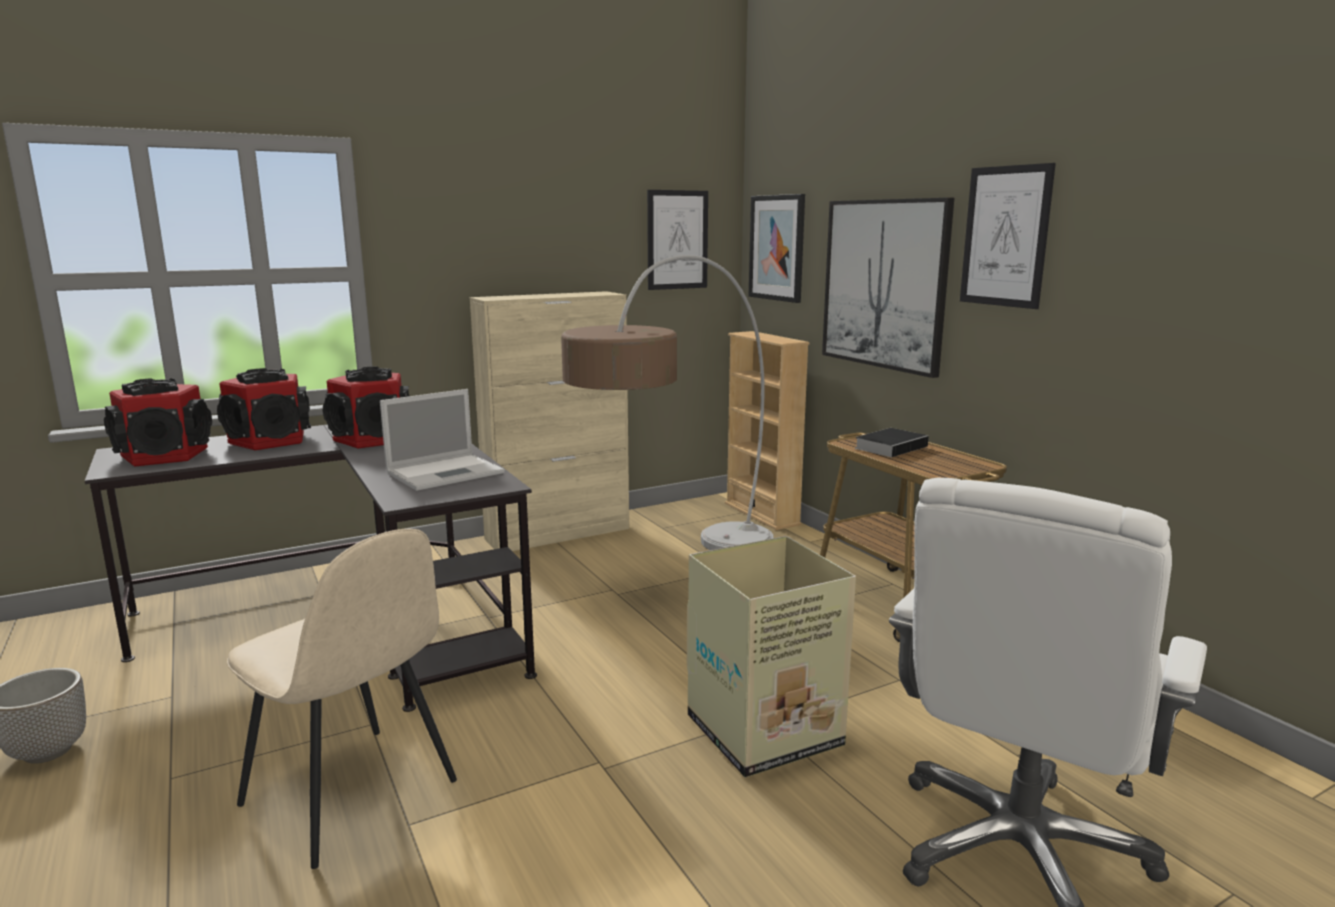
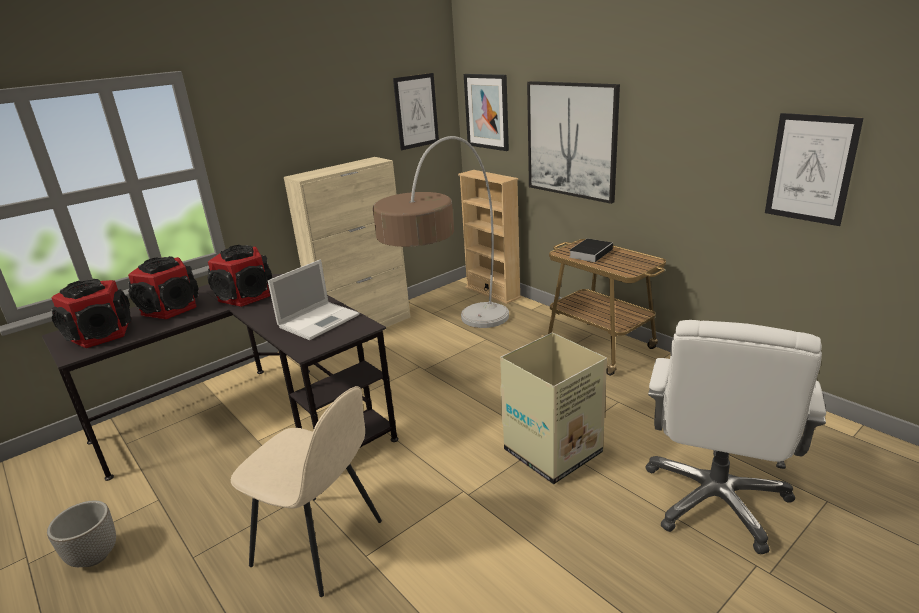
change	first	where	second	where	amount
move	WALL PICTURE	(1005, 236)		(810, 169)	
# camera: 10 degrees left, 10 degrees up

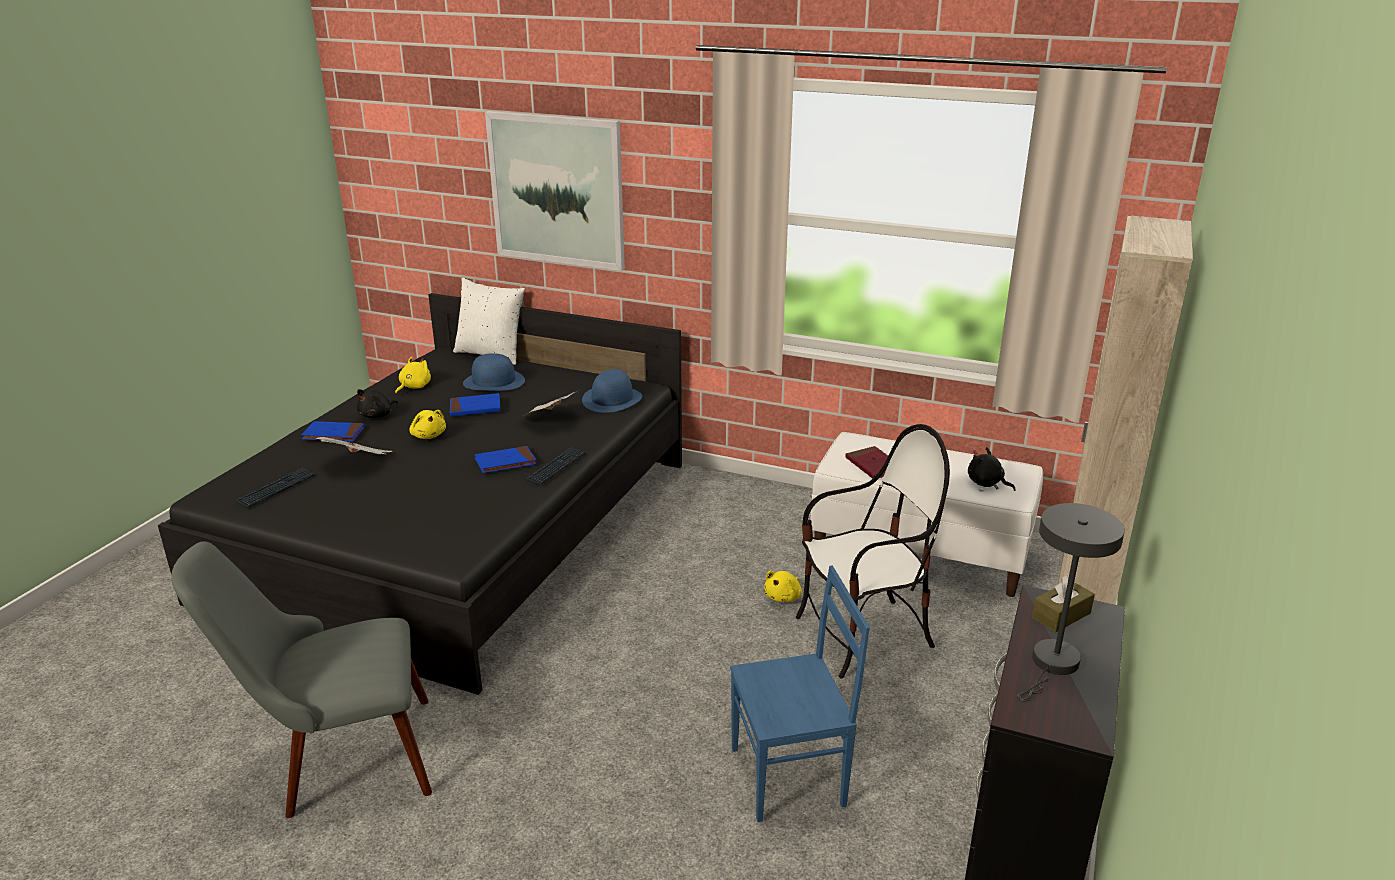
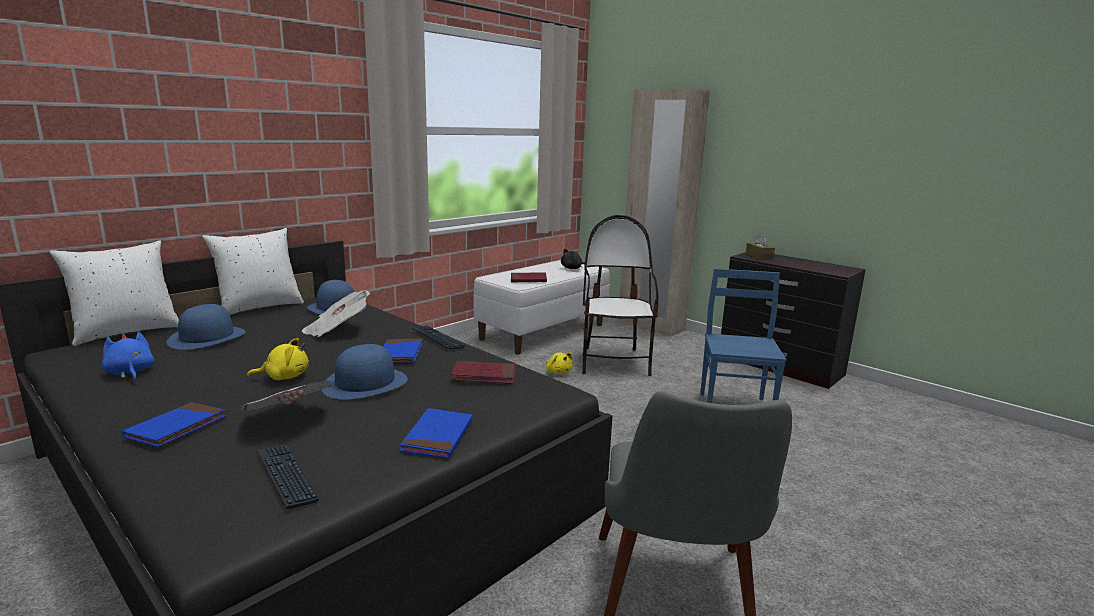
change	first	where	second	where	amount
delete	BLACKISH PLUSH TOY	(377, 415)			
delete	WALL PICTURE	(557, 190)			
delete	GRAY TABLETOP LAMP	(1052, 665)			
insert			WHITE-COLOURED THROW PILLOW	(259, 307)	
insert			BLUE-COLOURED WEARABLE HAT	(365, 383)	
insert			REDDISH BOUND BOOK	(484, 376)	
move	BLUE-COLOURED BOUND BOOK	(475, 408)		(438, 436)	
recolor	YELLOW PLUSH TOY	(414, 387)	BLUE-COLOURED PLUSH TOY	(130, 372)	
# camera: 70 degrees left, 10 degrees down

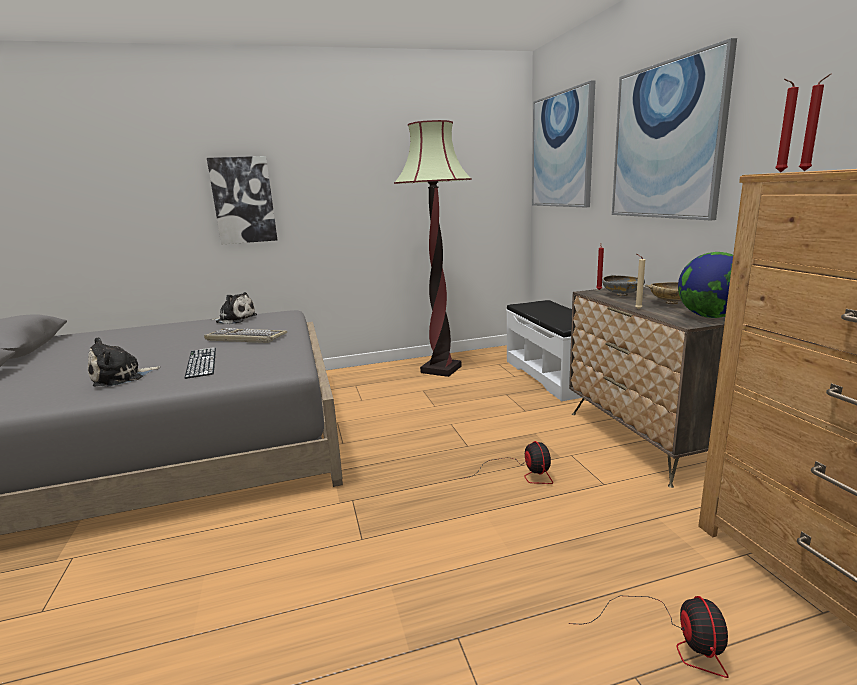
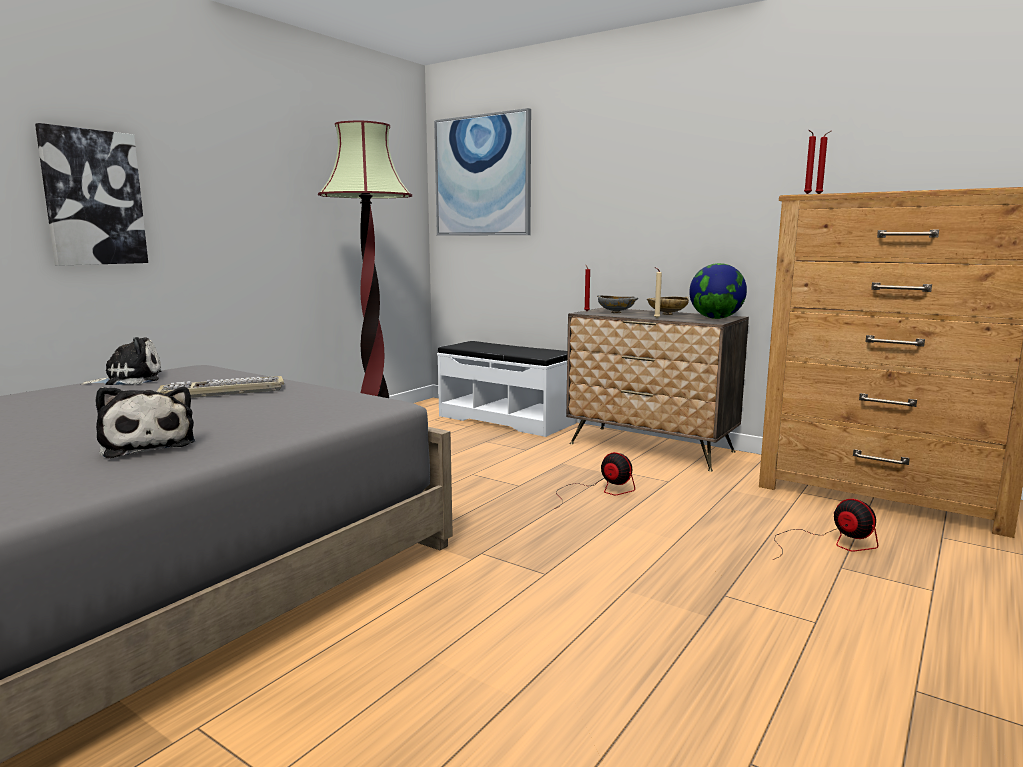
change	first	where	second	where	amount
delete	COMPUTER KEYBOARD	(201, 362)			
delete	WALL PICTURE	(666, 141)			
rotate	PLUSH TOY	(121, 377)		(147, 445)	45 degrees counterclockwise
# camera: 40 degrees left, 5 degrees down

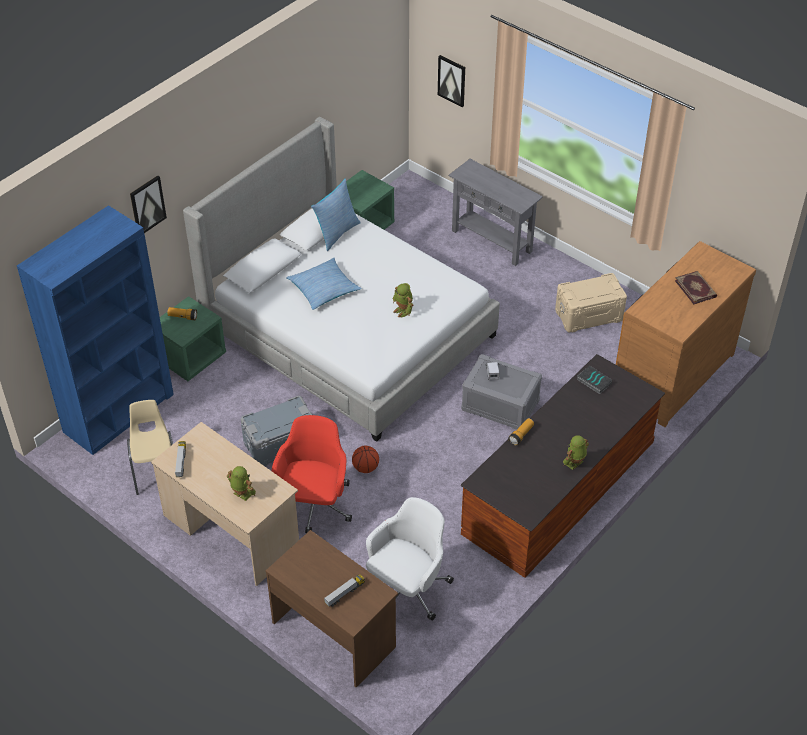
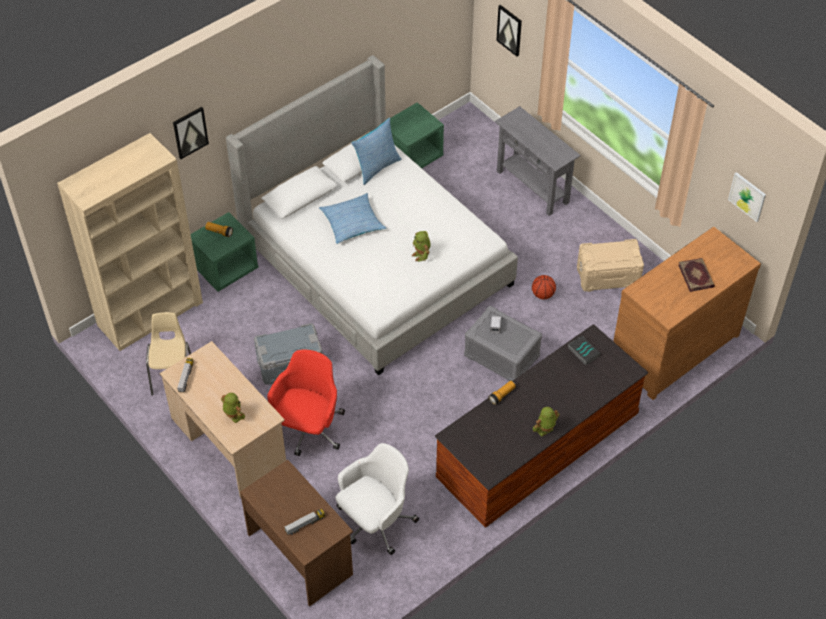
change	first	where	second	where	amount
insert			WALL PICTURE	(747, 196)	
move	BALL FOR BASKETBALL	(365, 468)		(543, 294)	
recolor	BLUE-COLOURED SHELVING UNIT	(119, 413)	BEIGE-COLOURED SHELVING UNIT	(150, 313)	
# camera: 10 degrees right, 5 degrees up

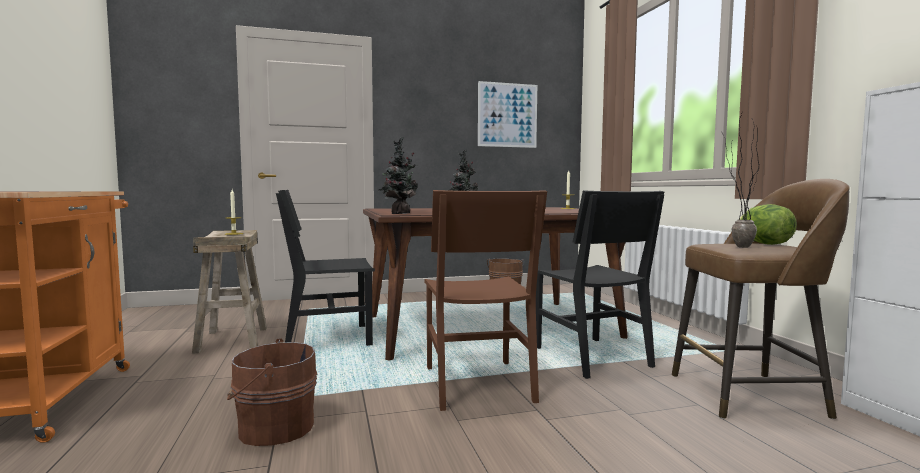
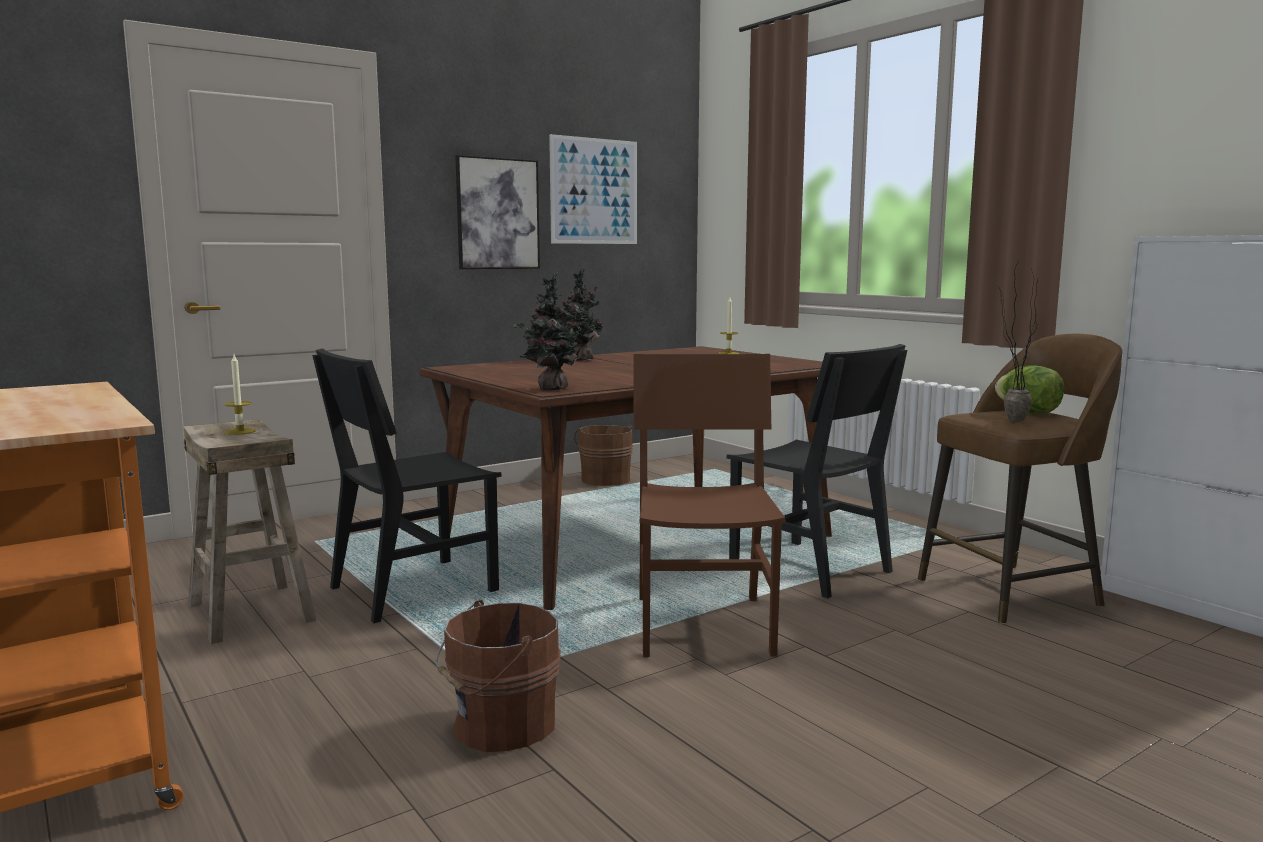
change	first	where	second	where	amount
insert			WALL PICTURE	(498, 214)	
rotate	BROWN-COLOURED CHAIR	(477, 384)		(703, 625)	150 degrees counterclockwise
# camera: 20 degrees left, 5 degrees up

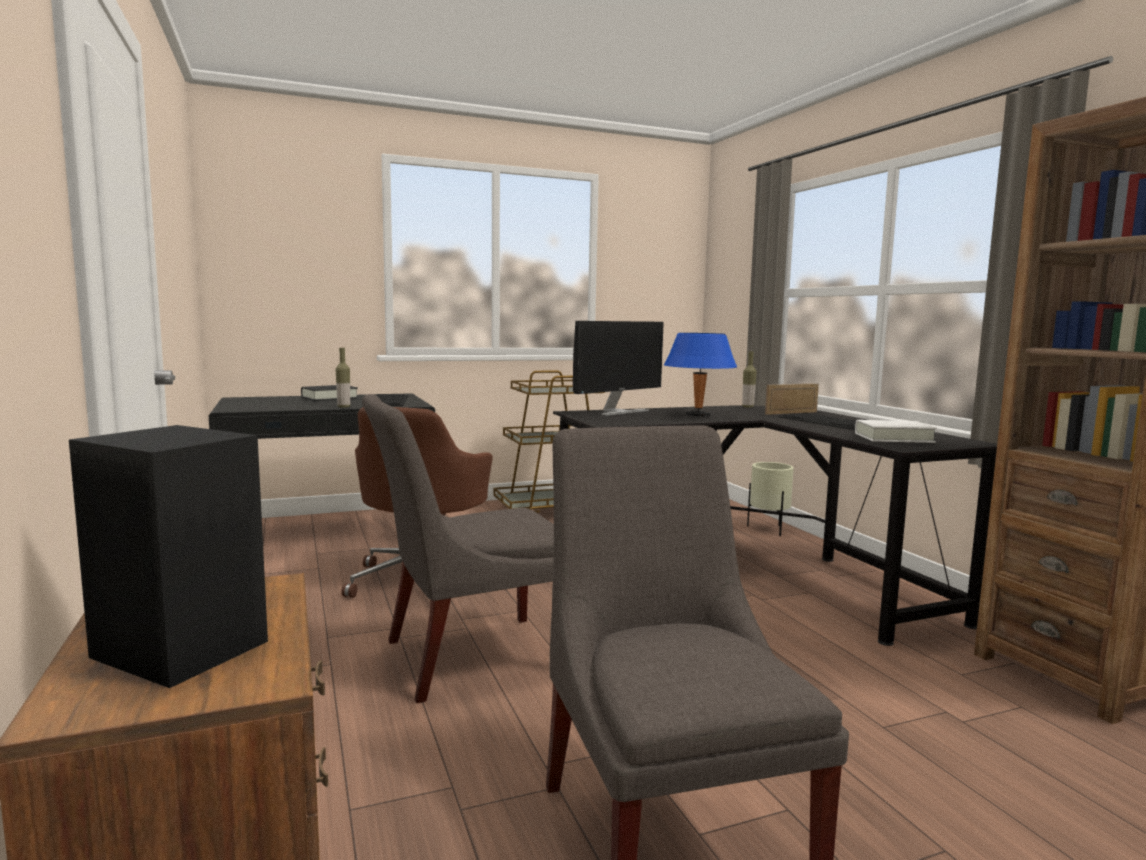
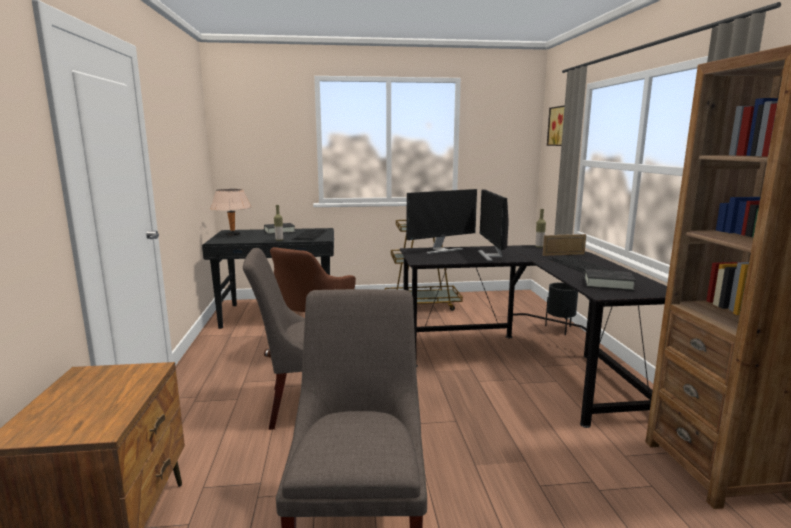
change	first	where	second	where	amount
delete	BLACKISH AUDIO SPEAKER	(183, 650)			
insert			BEIGE-COLOURED TABLETOP LAMP	(232, 234)	
insert			WALL PICTURE	(559, 126)	
replace	BLUE-COLOURED TABLETOP LAMP	(698, 416)	COMPUTER SCREEN	(491, 255)	
recolor	BEIGE-COLOURED FLOWER POT	(769, 530)	BLACKISH FLOWER POT	(560, 329)	
recolor	WHITE-COLOURED BOUND BOOK	(893, 438)	BLACKISH BOUND BOOK	(608, 284)	
# camera: 15 degrees right, 5 degrees up

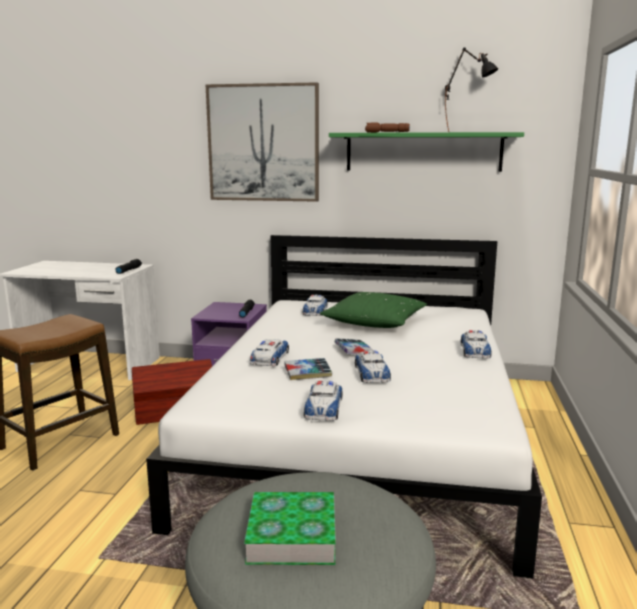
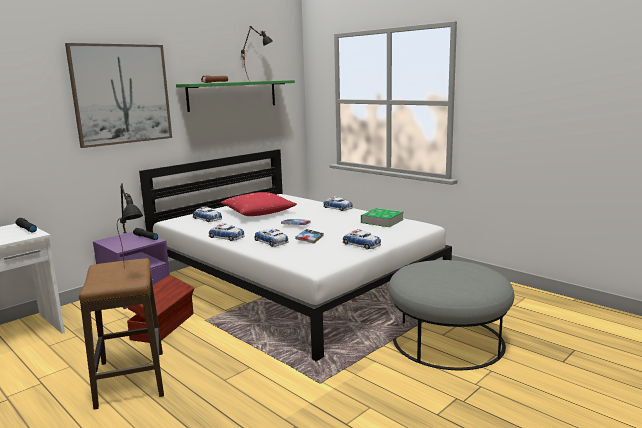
change	first	where	second	where	amount
insert			BLACKISH TABLETOP LAMP	(135, 272)	
move	BOUND BOOK	(292, 535)		(382, 221)	
move	TOY CAR	(372, 373)		(226, 237)	
recolor	GREEN-COLOURED THROW PILLOW	(375, 322)	REDDISH THROW PILLOW	(258, 213)	
# camera: 55 degrees left, 0 degrees up

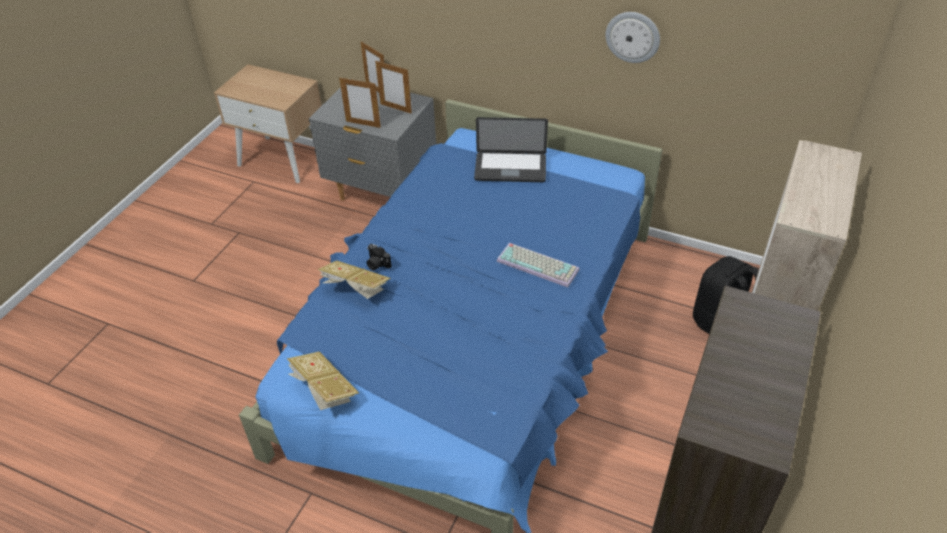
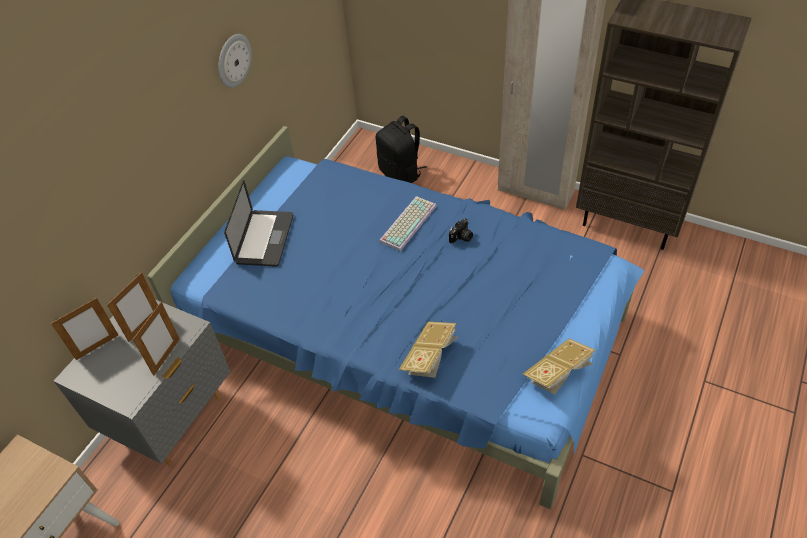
change	first	where	second	where	amount
move	PHOTO CAMERA	(377, 264)		(461, 238)	
# camera: 85 degrees left, 5 degrees up

